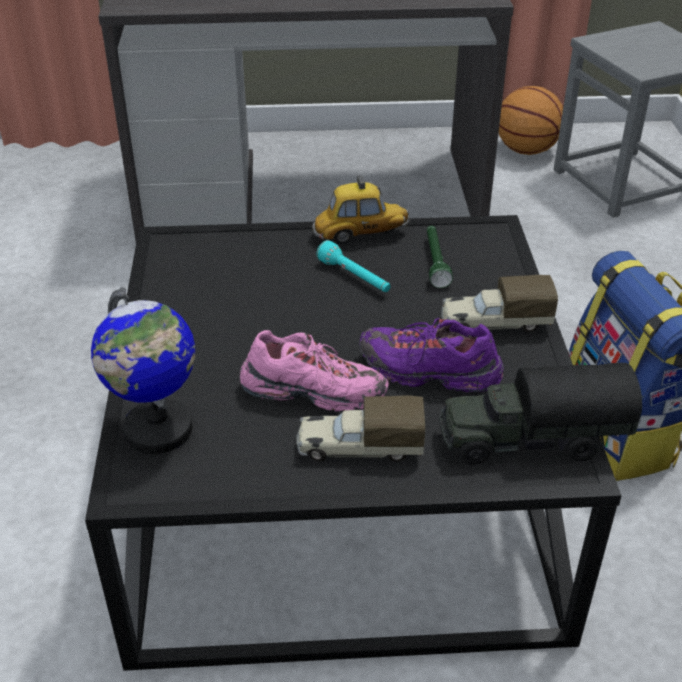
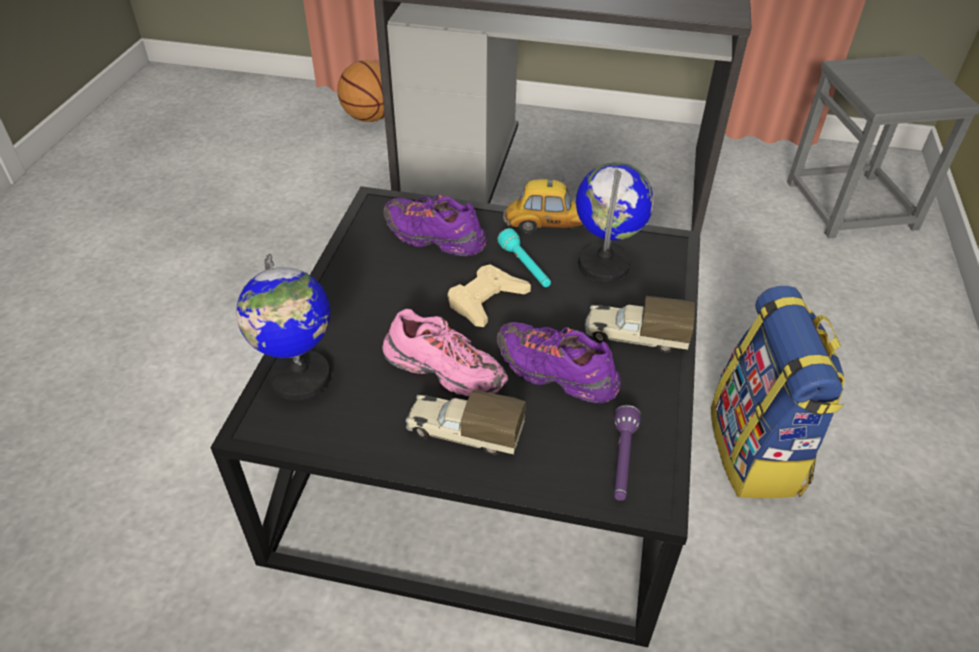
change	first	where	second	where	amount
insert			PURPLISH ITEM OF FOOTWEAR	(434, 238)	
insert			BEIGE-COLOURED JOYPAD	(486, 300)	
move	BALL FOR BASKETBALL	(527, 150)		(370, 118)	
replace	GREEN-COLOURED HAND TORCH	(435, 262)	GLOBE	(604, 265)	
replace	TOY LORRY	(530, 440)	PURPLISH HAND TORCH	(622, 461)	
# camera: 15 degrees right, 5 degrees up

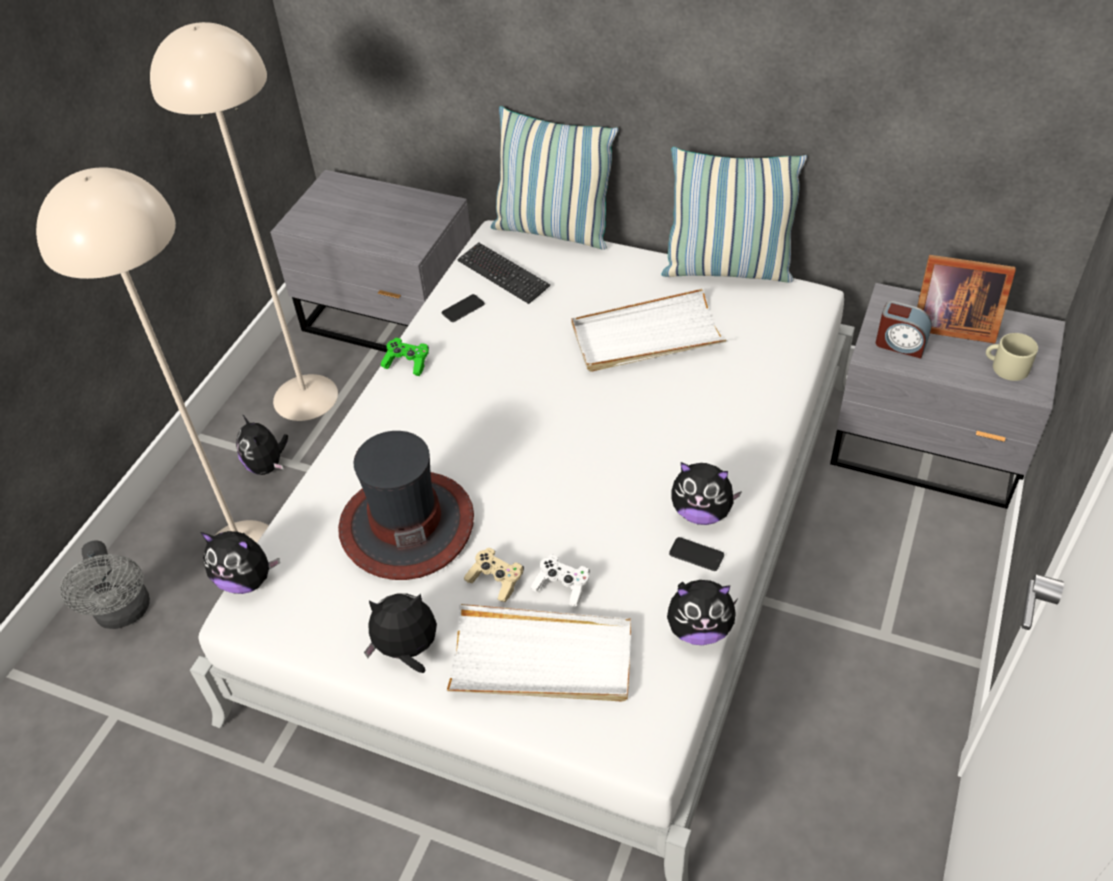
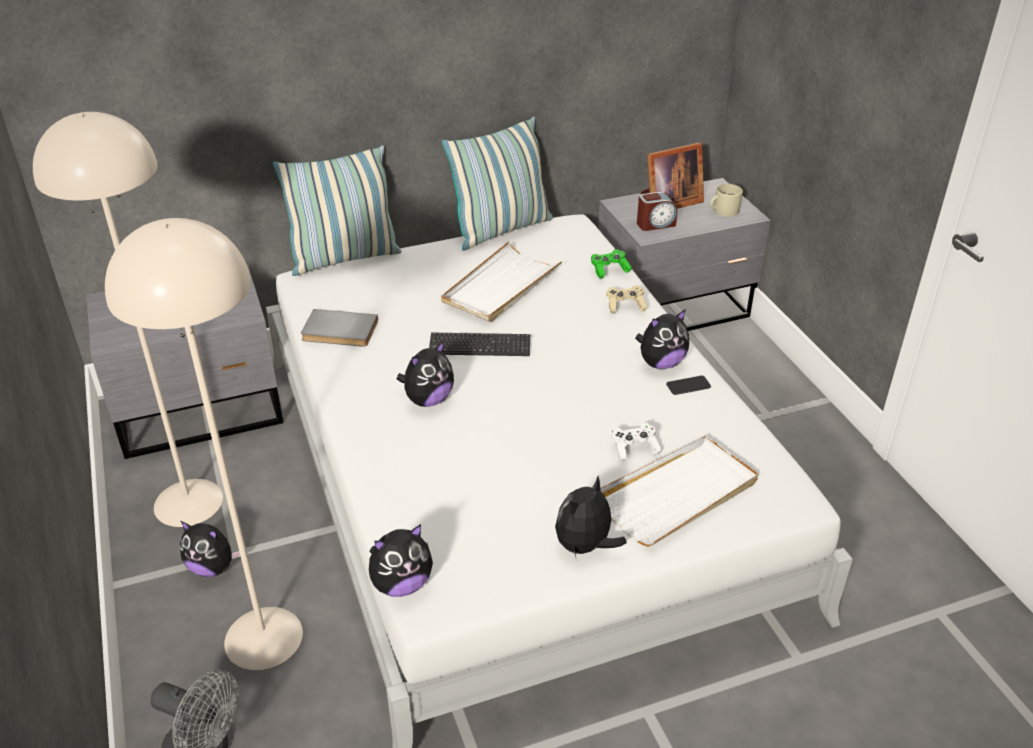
change	first	where	second	where	amount
delete	WEARABLE HAT	(407, 524)			
move	GREEN-COLOURED JOYPAD	(407, 363)		(609, 270)	
move	COMPUTER KEYBOARD	(503, 274)		(480, 346)	
move	BEIGE-COLOURED JOYPAD	(496, 580)		(625, 306)	
move	PLUSH TOY	(699, 629)		(428, 400)	
replace	TELEPHONE	(463, 309)	GRAY BOUND BOOK	(339, 332)	
# camera: 45 degrees left, 10 degrees down

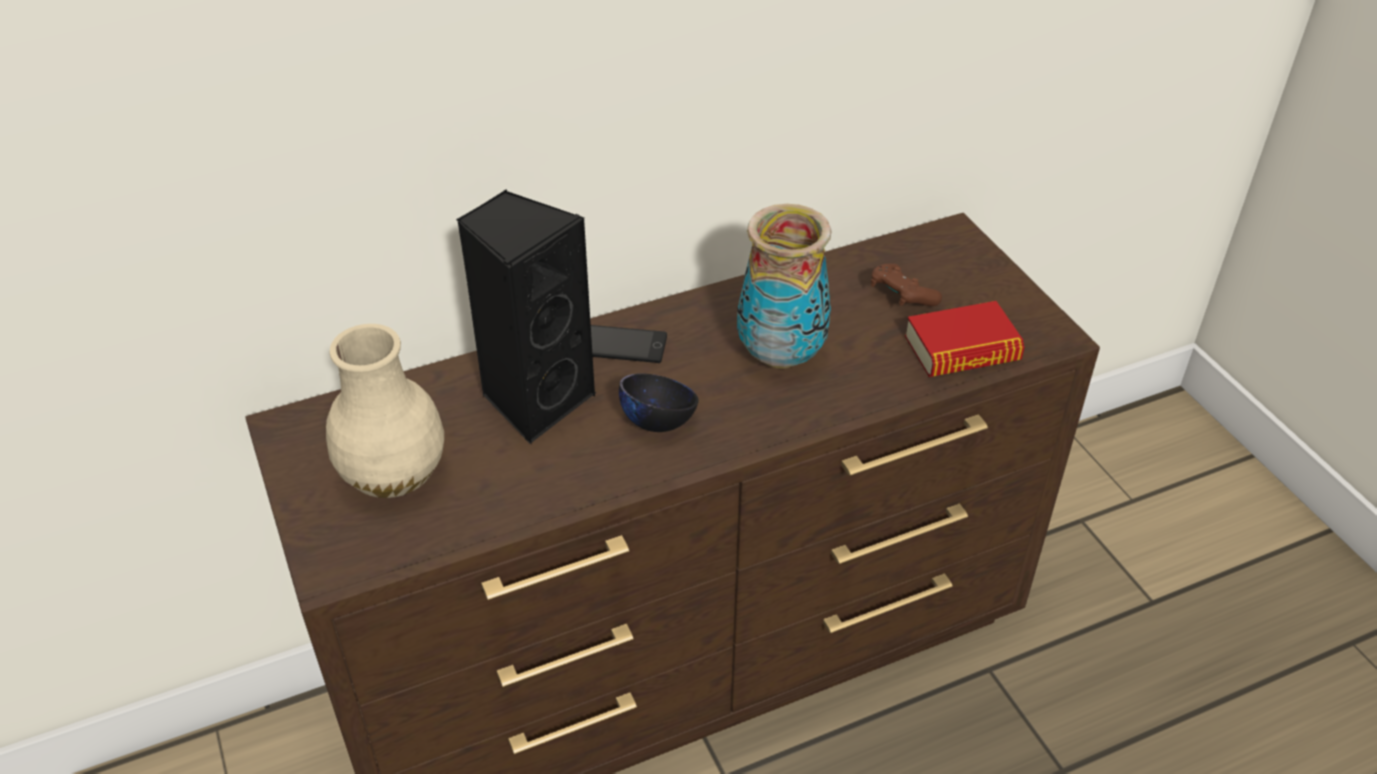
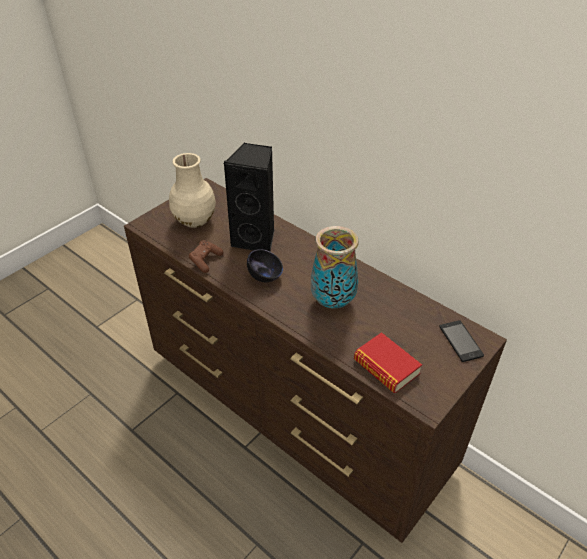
change	first	where	second	where	amount
move	TELEPHONE	(620, 345)		(460, 341)	
move	BROWN-COLOURED JOYPAD	(901, 297)		(205, 261)	
# camera: 65 degrees right, 0 degrees up

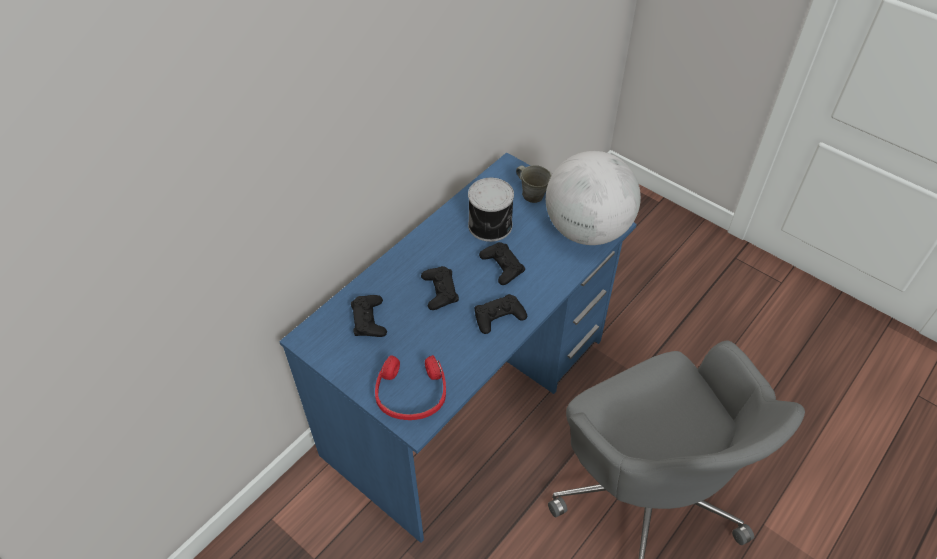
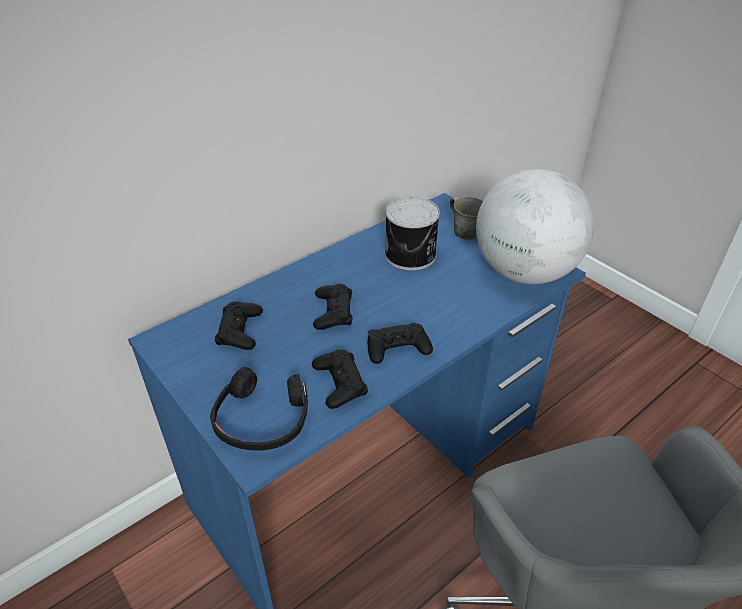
change	first	where	second	where	amount
move	BLACKISH JOYPAD	(502, 266)		(339, 383)	
recolor	REDDISH HEADPHONES	(411, 393)	BLACKISH HEADPHONES	(262, 419)	
# camera: 10 degrees right, 10 degrees down

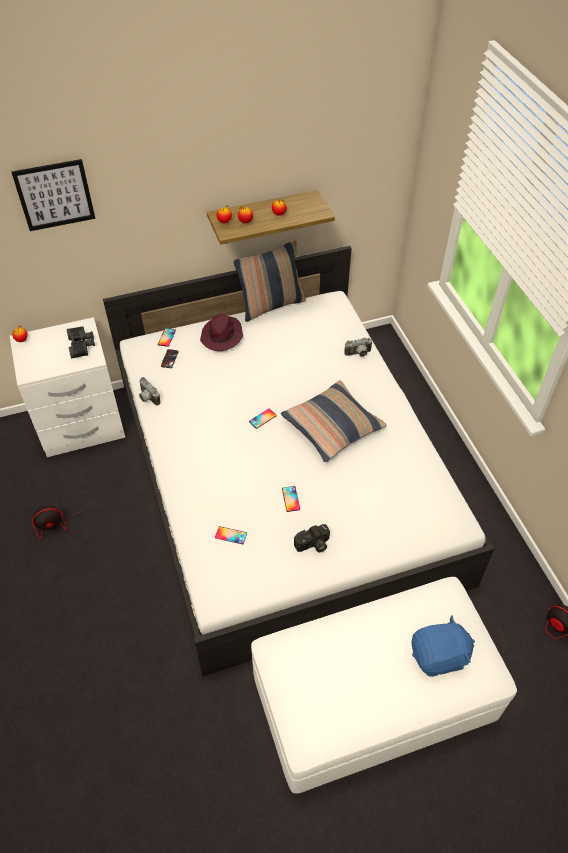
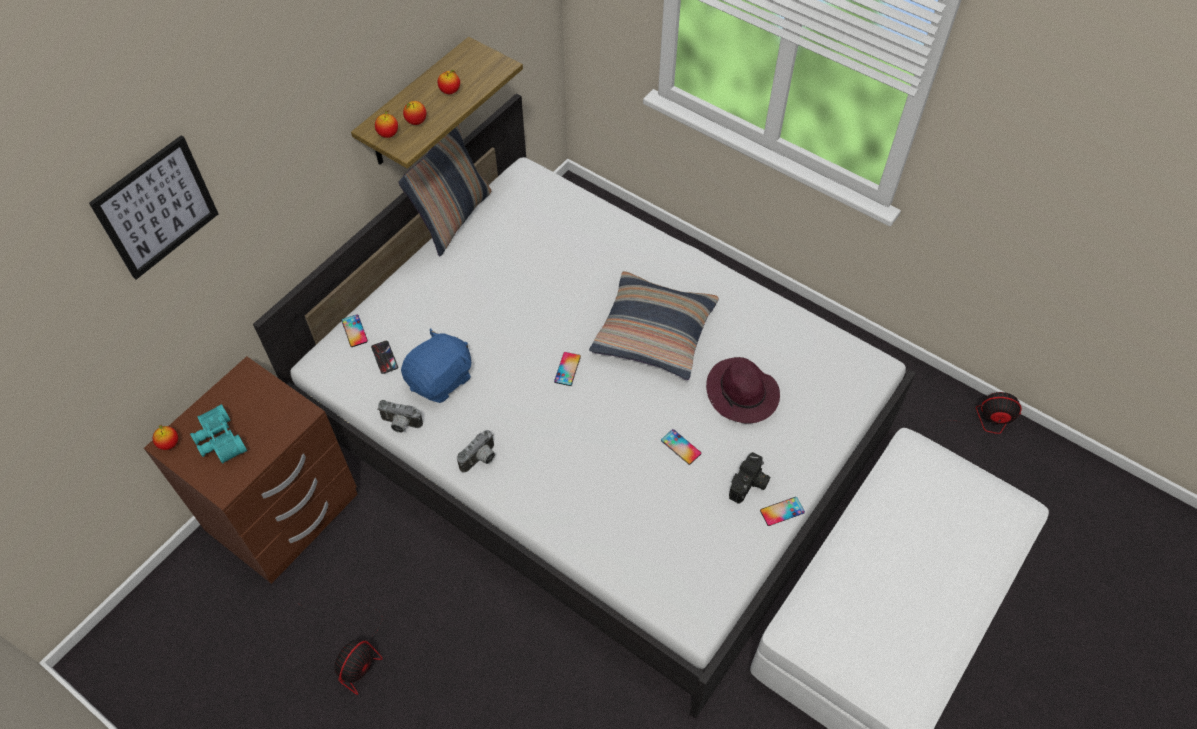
change	first	where	second	where	amount
delete	BLACKISH FIELD GLASSES	(82, 345)			
insert			TURQUOISE-COLOURED FIELD GLASSES	(218, 441)	
move	PURPLISH WEARABLE HAT	(222, 336)		(742, 394)	
move	TELEPHONE	(231, 535)		(782, 511)	
move	PHOTO CAMERA	(358, 354)		(481, 459)	
move	BLUE-COLOURED PLUSH TOY	(439, 656)		(441, 380)	
recolor	WHITE-COLOURED BEDSIDE TABLE	(82, 426)	BROWN-COLOURED BEDSIDE TABLE	(284, 514)	
# camera: 35 degrees left, 5 degrees up

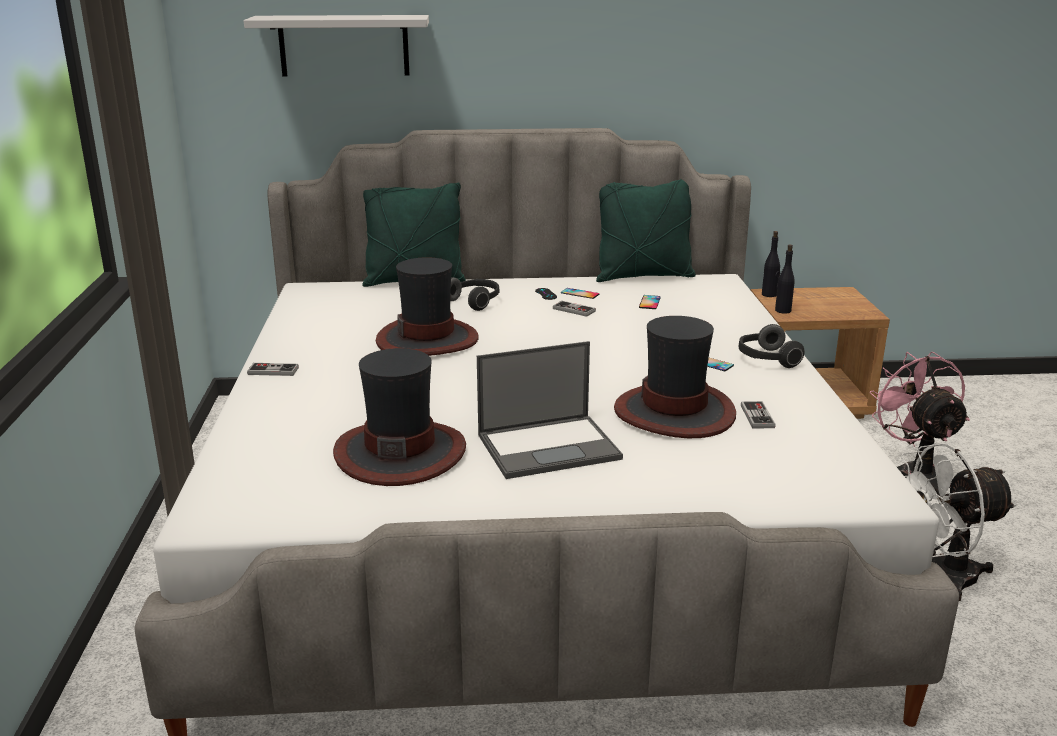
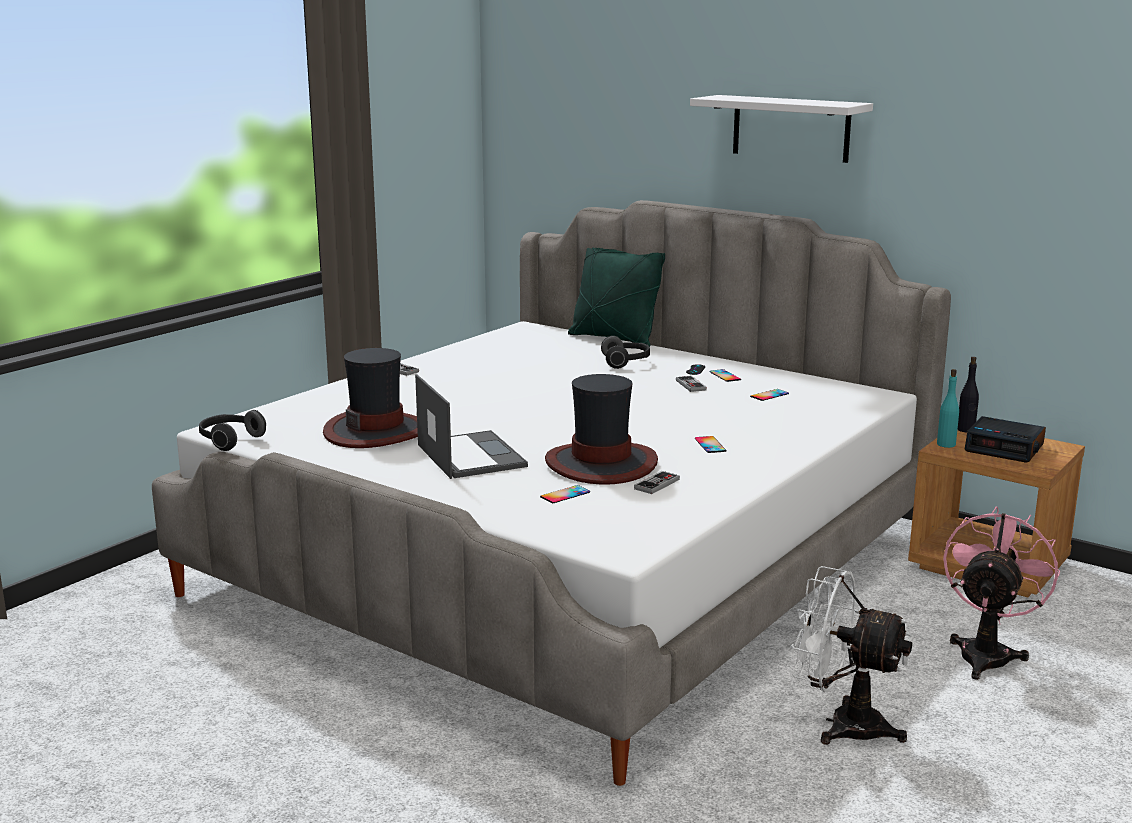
change	first	where	second	where	amount
delete	WEARABLE HAT	(428, 339)			
delete	GREEN-COLOURED THROW PILLOW	(643, 276)			
insert			TELEPHONE	(565, 495)	
insert			TABLE CLOCK	(1005, 448)	
move	WHITE-COLOURED WALL SHELF	(344, 45)		(791, 128)	
move	HEADPHONES	(766, 359)		(229, 441)	
recolor	BLACKISH BEVERAGE BOTTLE	(782, 311)	TURQUOISE-COLOURED BEVERAGE BOTTLE	(946, 444)	
rotate	PORTABLE COMPUTER	(550, 446)		(470, 455)	135 degrees counterclockwise
# camera: 40 degrees right, 5 degrees down

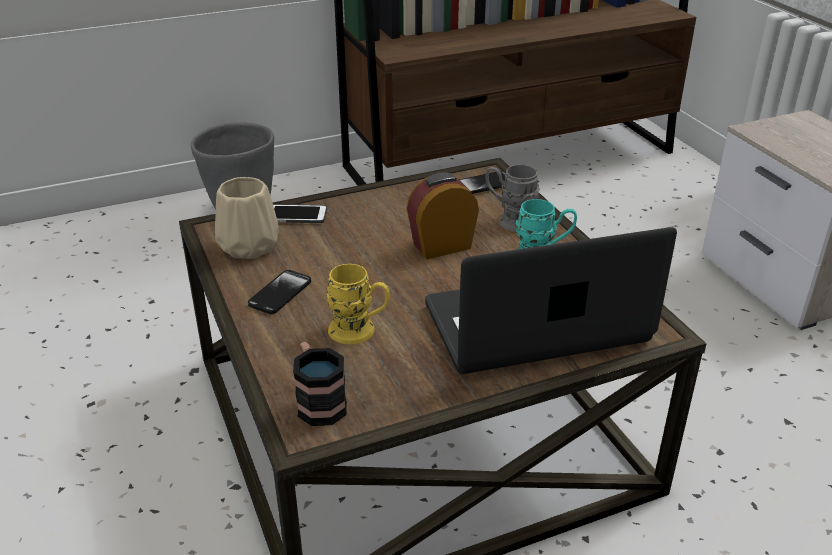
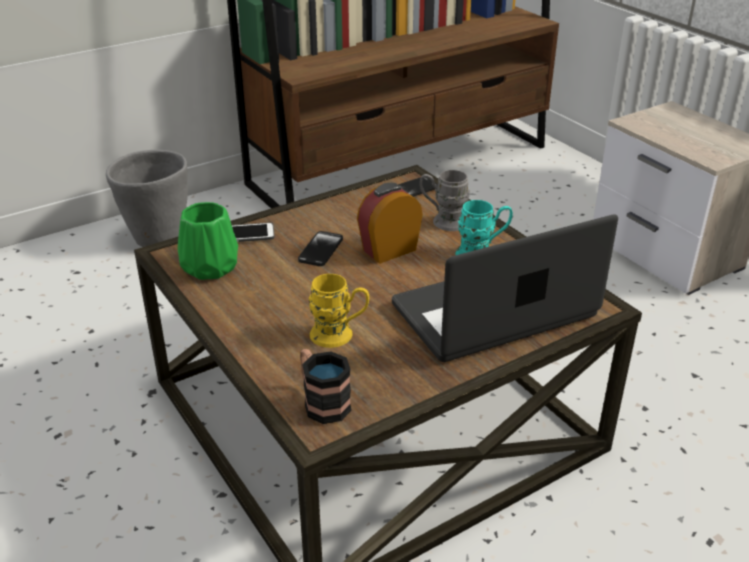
change	first	where	second	where	amount
move	TELEPHONE	(280, 293)		(320, 250)	
recolor	BEIGE-COLOURED VASE	(247, 247)	GREEN-COLOURED VASE	(209, 268)	
# camera: 10 degrees left, 0 degrees up

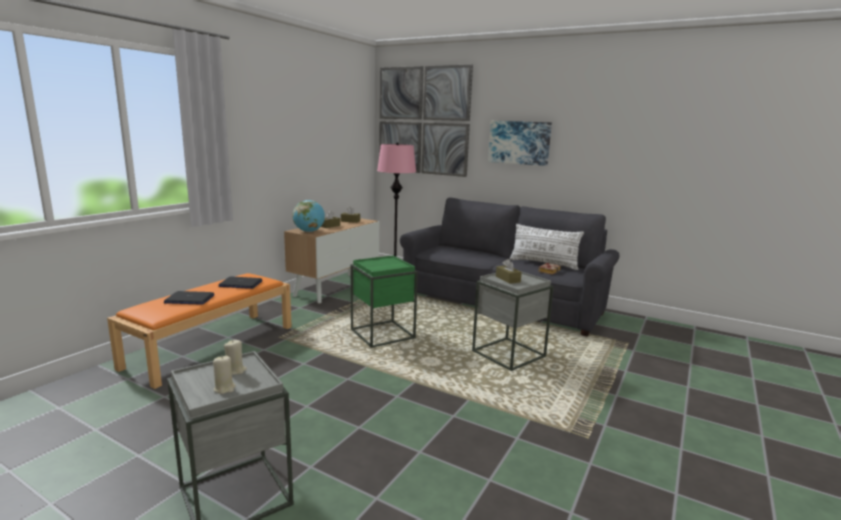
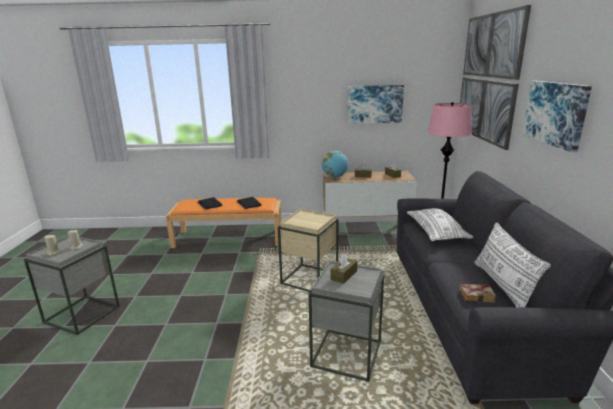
change	first	where	second	where	amount
insert			WALL PICTURE	(374, 104)	
insert			WHITE-COLOURED THROW PILLOW	(436, 232)	
recolor	GREEN-COLOURED ACCENT TABLE	(382, 333)	BEIGE-COLOURED ACCENT TABLE	(310, 278)	
# camera: 60 degrees right, 5 degrees up

